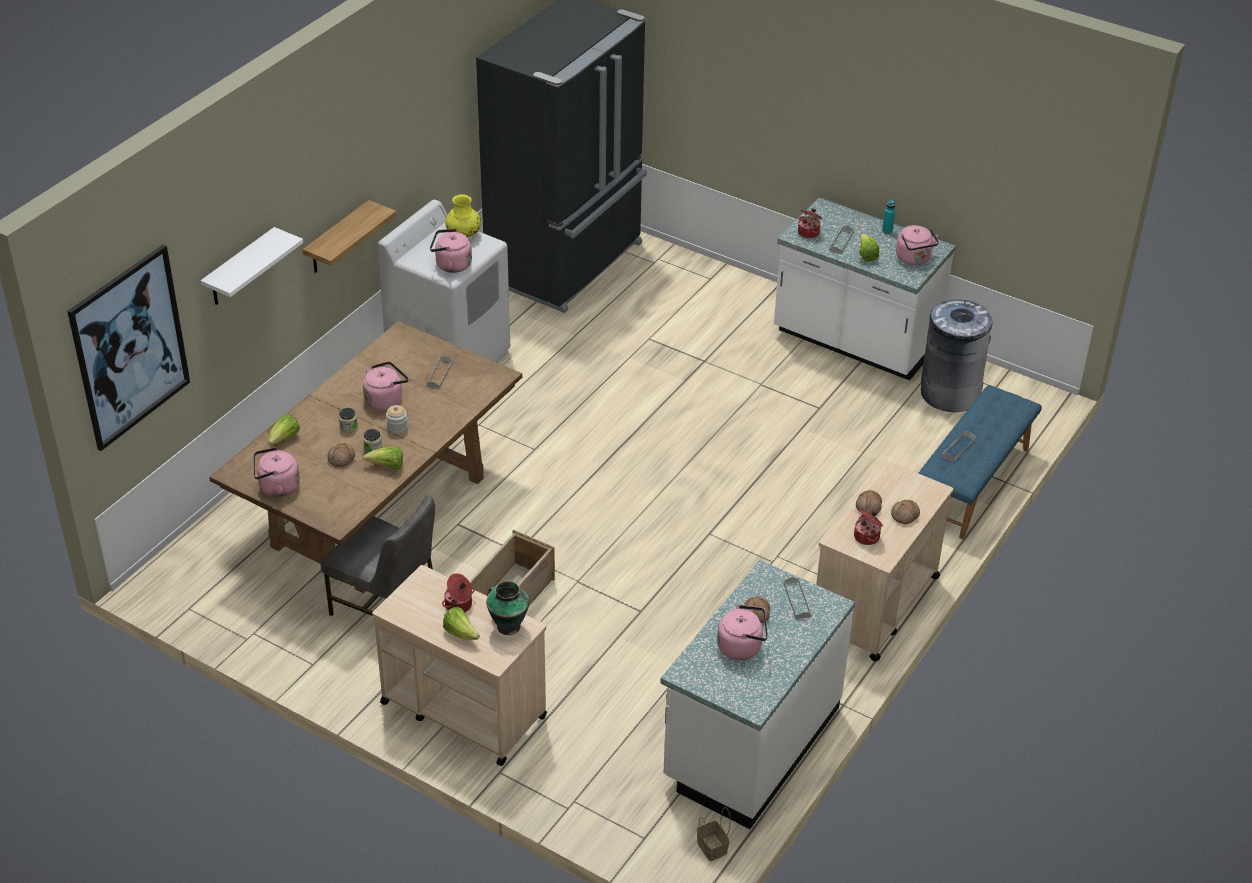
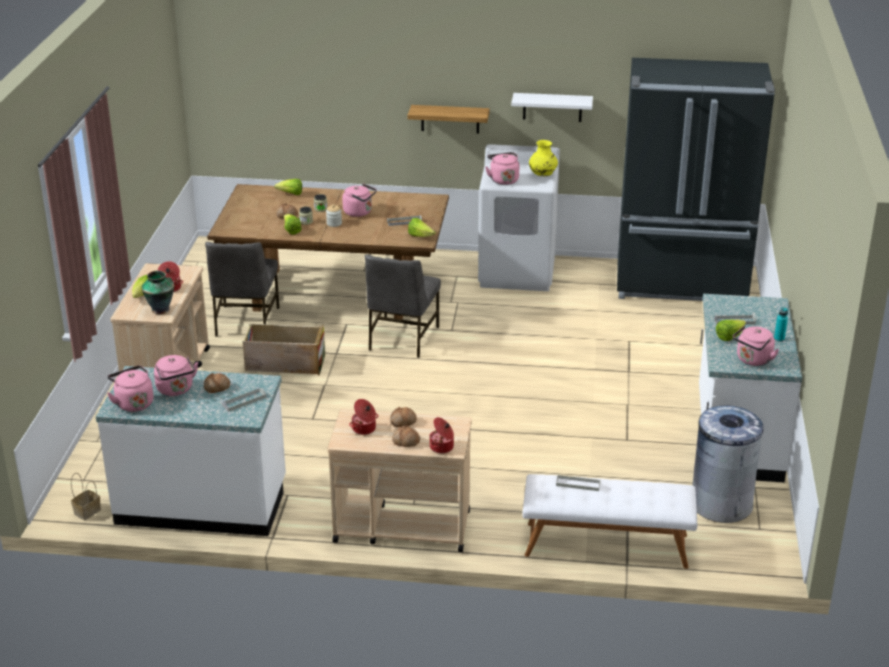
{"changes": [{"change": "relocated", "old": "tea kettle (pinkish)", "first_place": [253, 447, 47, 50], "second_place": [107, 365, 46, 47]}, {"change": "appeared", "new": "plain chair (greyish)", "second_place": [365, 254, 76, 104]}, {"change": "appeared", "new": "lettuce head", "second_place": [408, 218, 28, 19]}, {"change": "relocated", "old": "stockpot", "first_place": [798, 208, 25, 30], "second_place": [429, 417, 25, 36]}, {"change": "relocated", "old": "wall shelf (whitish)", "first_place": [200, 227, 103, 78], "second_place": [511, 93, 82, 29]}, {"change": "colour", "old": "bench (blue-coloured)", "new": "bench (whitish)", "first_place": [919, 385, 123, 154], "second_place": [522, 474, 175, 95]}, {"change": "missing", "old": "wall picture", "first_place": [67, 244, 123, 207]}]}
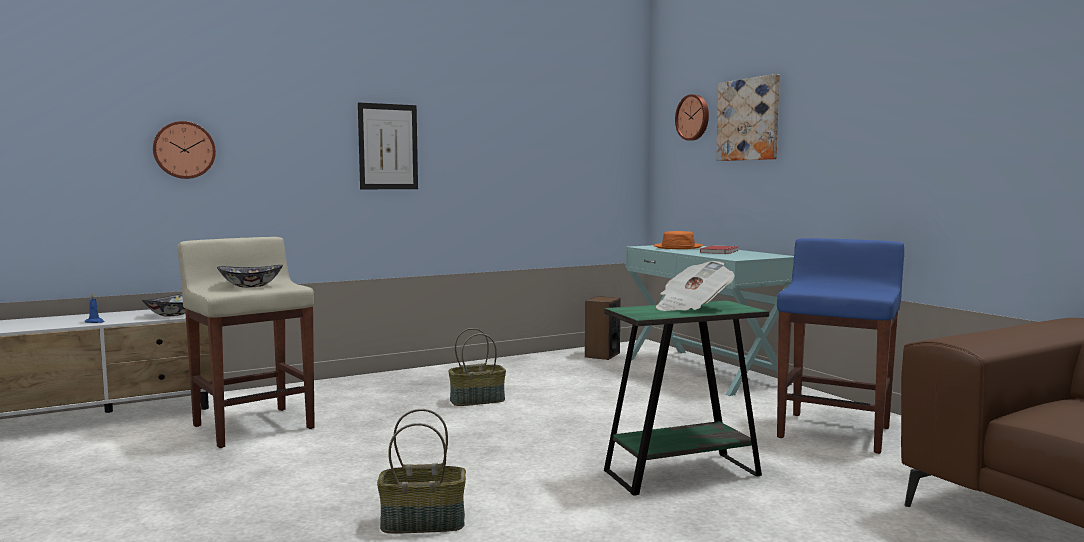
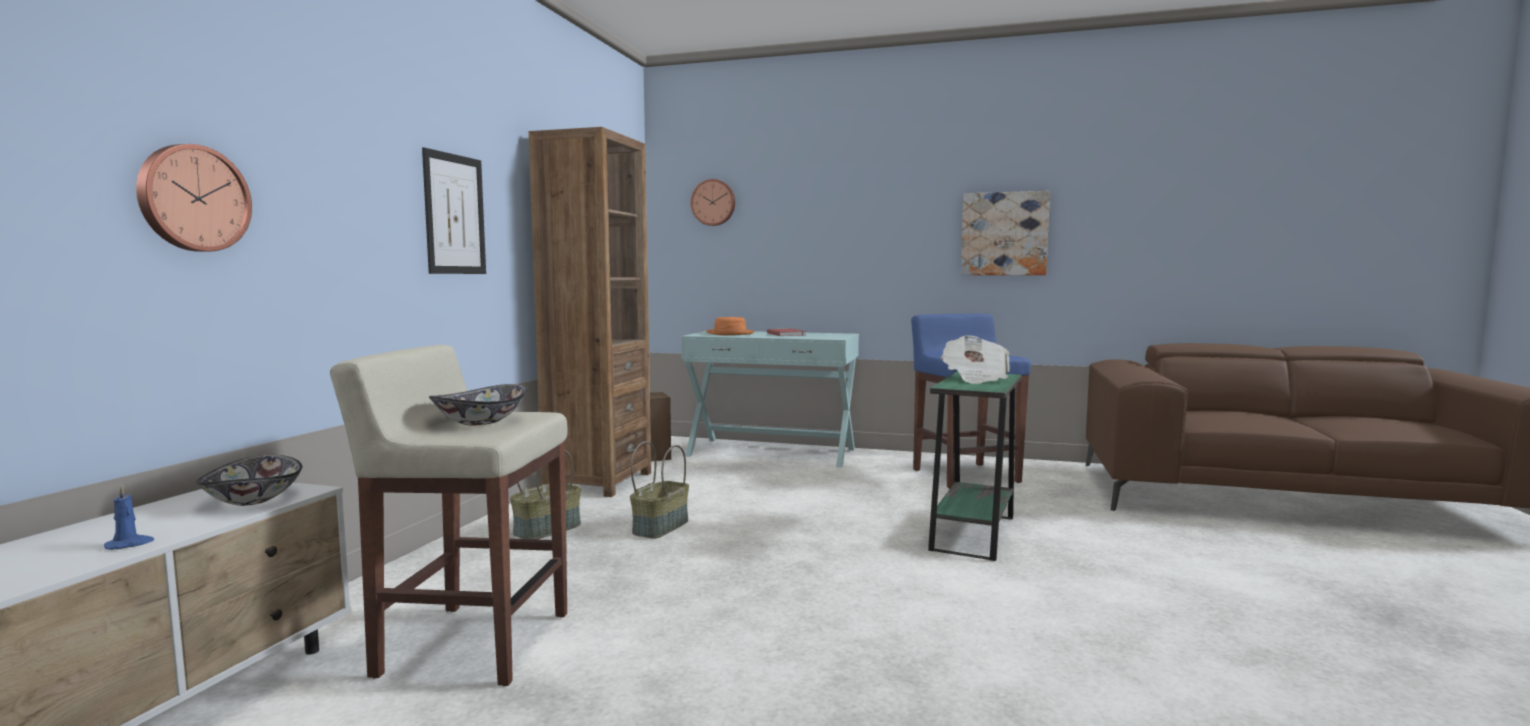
{"changes": [{"change": "relocated", "old": "storage basket", "first_place": [377, 409, 89, 124], "second_place": [510, 450, 71, 90]}, {"change": "appeared", "new": "bookshelf (brown-coloured)", "second_place": [529, 127, 122, 370]}, {"change": "relocated", "old": "wall picture", "first_place": [716, 74, 64, 87], "second_place": [961, 191, 89, 84]}]}
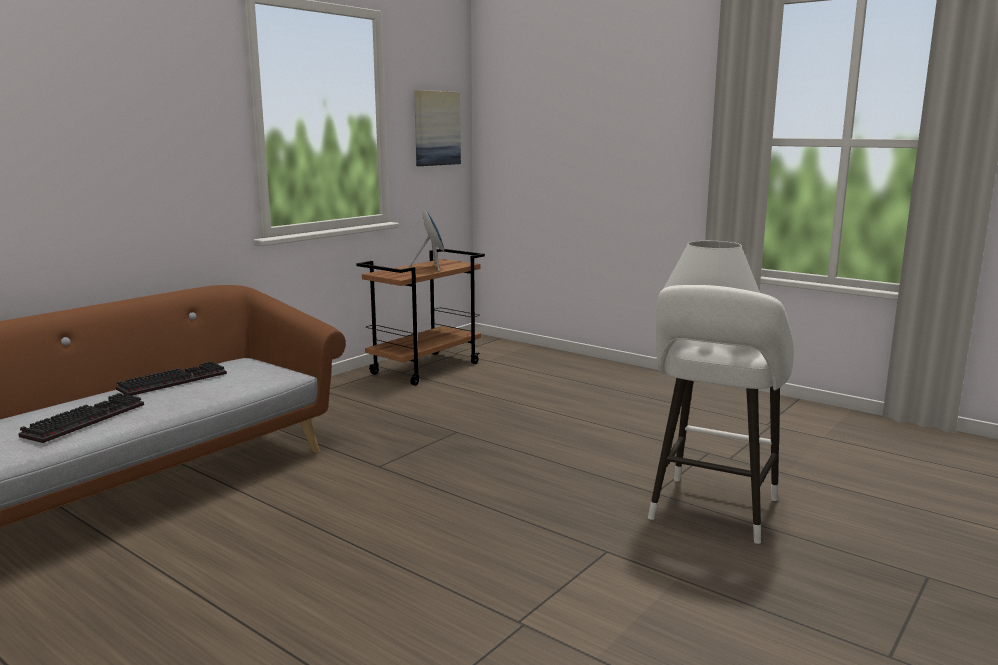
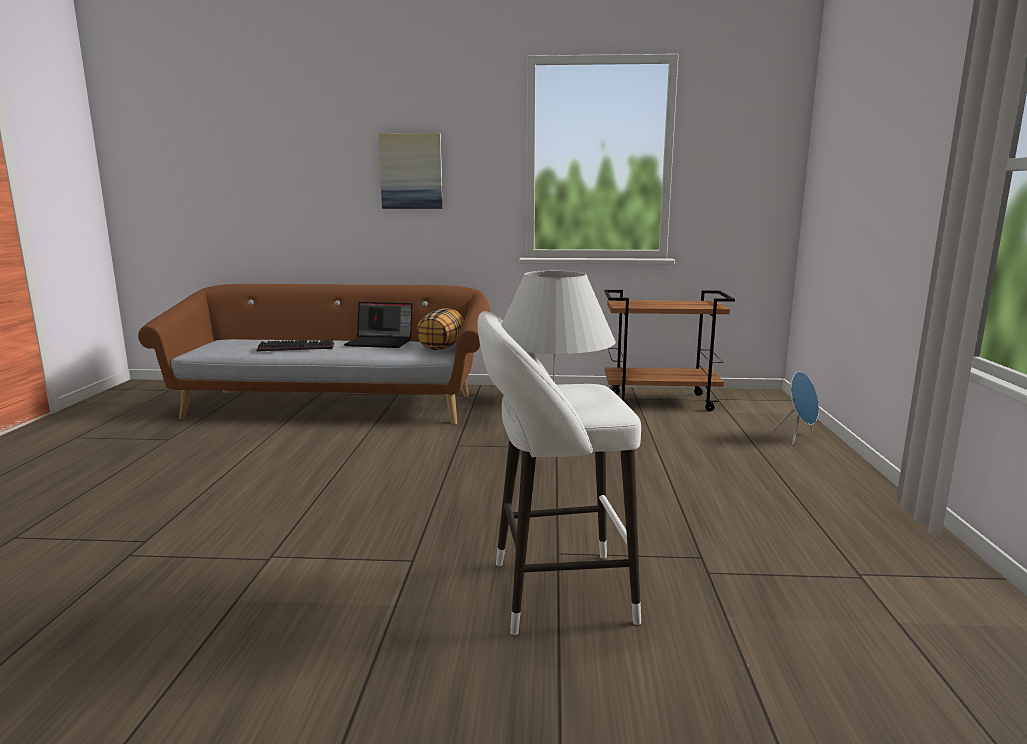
{"changes": [{"change": "exchanged", "old": "computer keyboard", "new": "notebook computer", "first_place": [116, 361, 111, 35], "second_place": [344, 302, 69, 46]}, {"change": "relocated", "old": "wall picture", "first_place": [414, 90, 47, 76], "second_place": [378, 133, 65, 76]}, {"change": "appeared", "new": "pillow", "second_place": [417, 308, 47, 42]}, {"change": "relocated", "old": "audio speaker (blue-coloured)", "first_place": [408, 208, 36, 63], "second_place": [772, 372, 47, 73]}]}
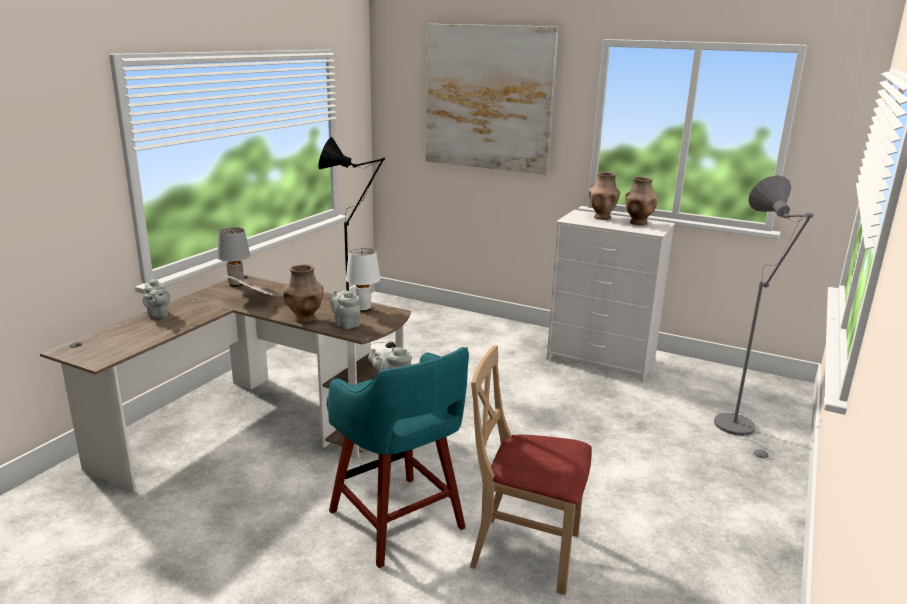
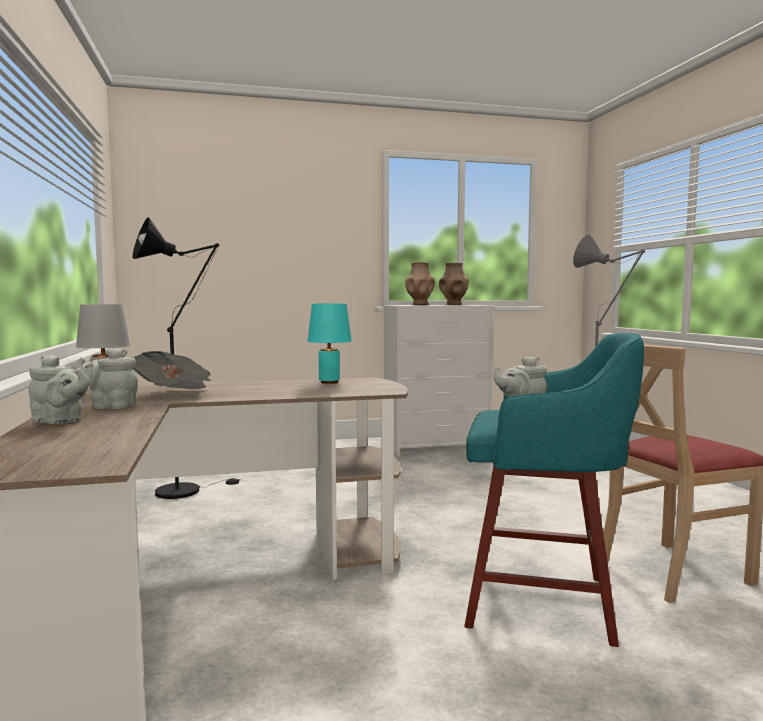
{"changes": [{"change": "relocated", "old": "tea pot (greyish)", "first_place": [330, 290, 31, 39], "second_place": [74, 348, 64, 61]}, {"change": "colour", "old": "tabletop lamp (whitish)", "new": "tabletop lamp (blue-green)", "first_place": [346, 248, 34, 64], "second_place": [308, 304, 44, 80]}, {"change": "missing", "old": "vase (brown-coloured)", "first_place": [283, 264, 40, 60]}, {"change": "missing", "old": "wall picture", "first_place": [426, 24, 133, 151]}]}
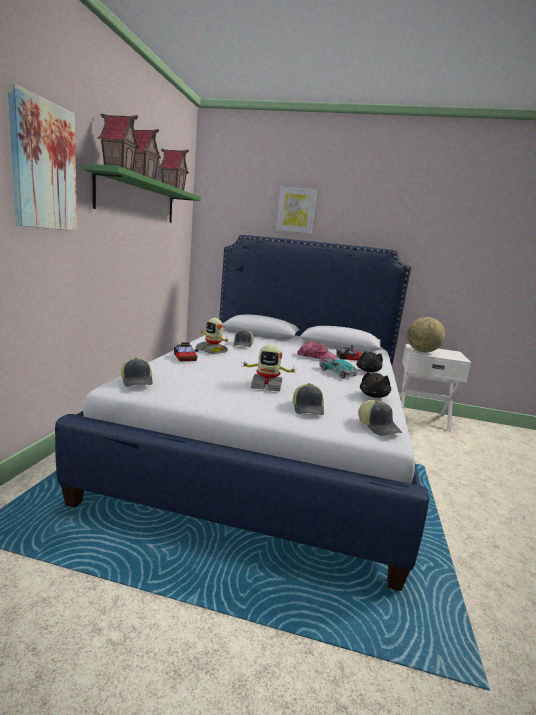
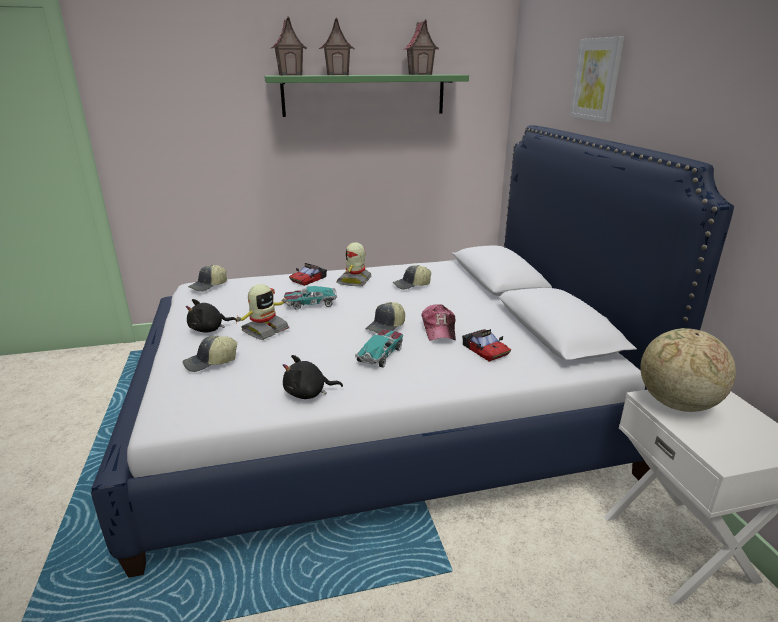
{"changes": [{"change": "relocated", "old": "soft toy (black-coloured)", "first_place": [357, 351, 26, 21], "second_place": [186, 299, 51, 33]}, {"change": "spun", "old": "toy robot", "first_place": [241, 345, 55, 47], "second_place": [233, 284, 56, 56], "degrees": -120}, {"change": "appeared", "new": "model car", "second_place": [284, 286, 53, 24]}, {"change": "relocated", "old": "baseball cap", "first_place": [359, 400, 43, 36], "second_place": [365, 302, 40, 31]}, {"change": "missing", "old": "wall picture", "first_place": [7, 83, 70, 148]}]}
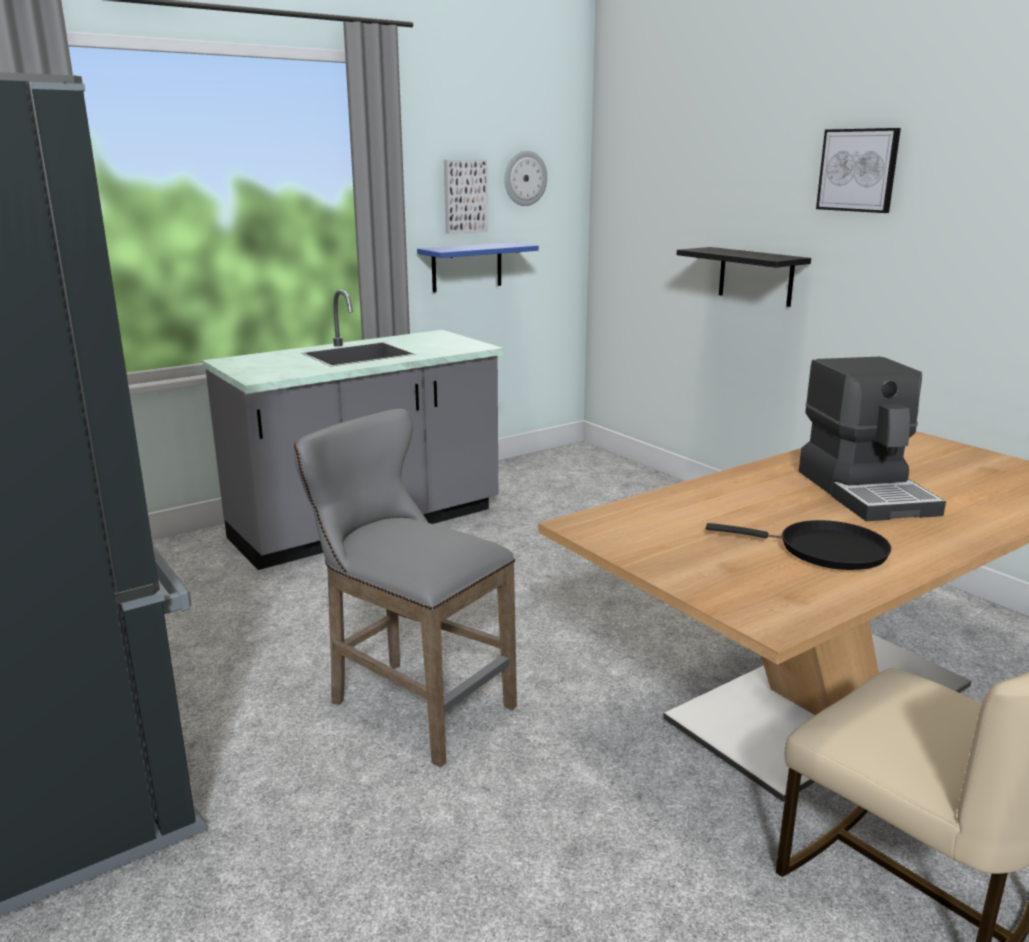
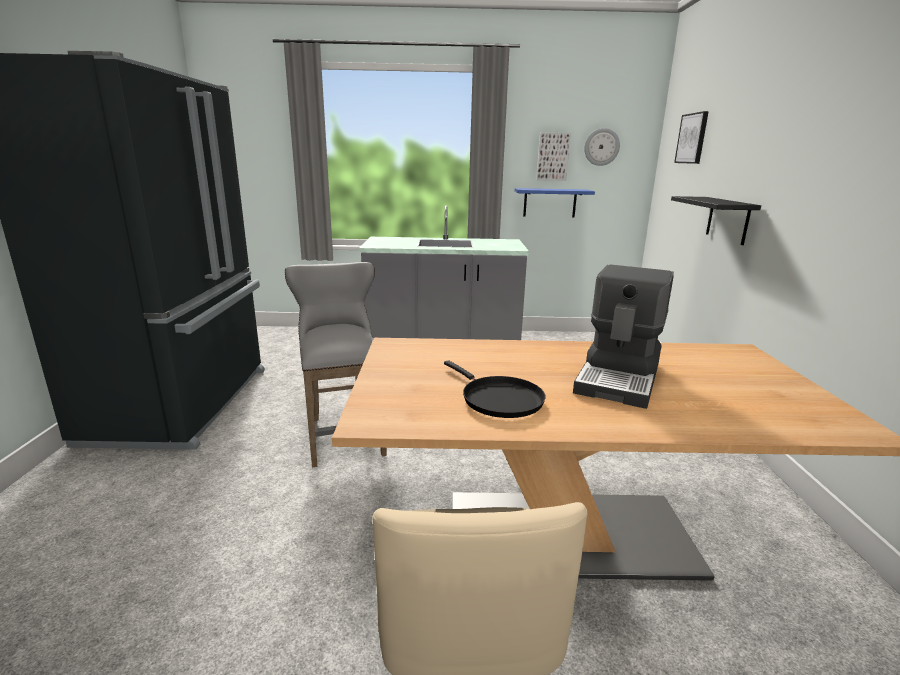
{"changes": [{"change": "relocated", "old": "wall picture", "first_place": [816, 128, 85, 85], "second_place": [674, 111, 35, 53]}]}
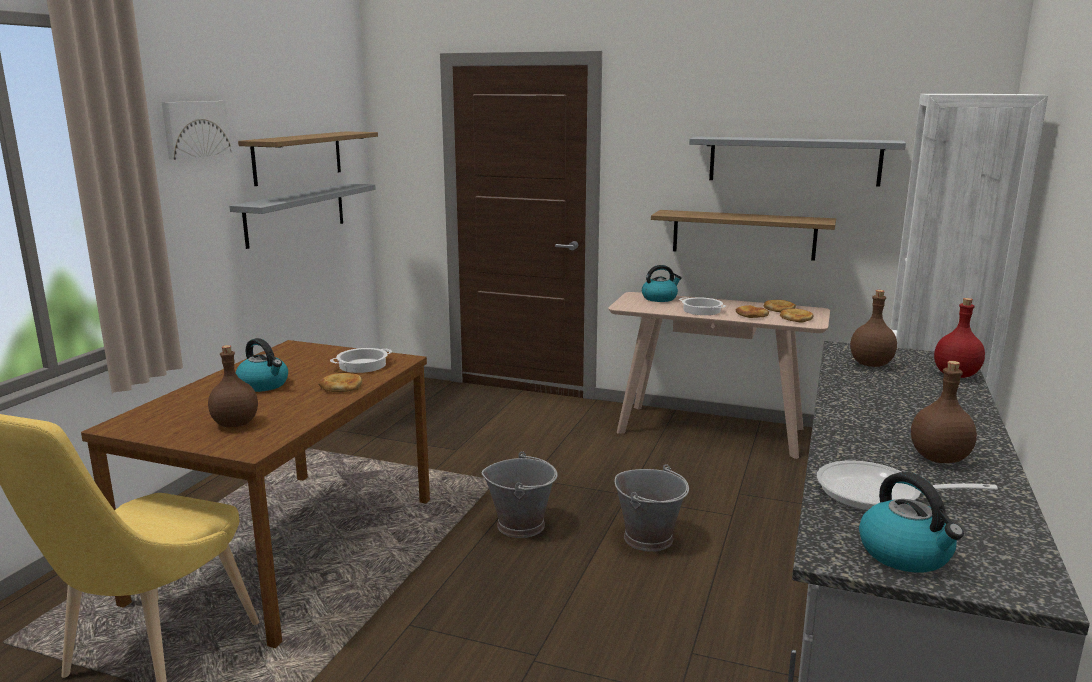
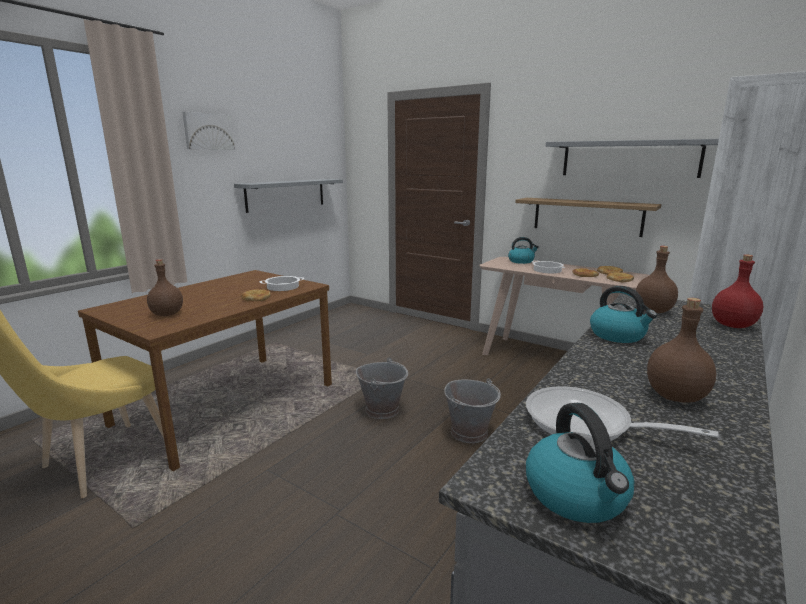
{"changes": [{"change": "relocated", "old": "tea kettle", "first_place": [236, 338, 52, 54], "second_place": [590, 286, 67, 57]}, {"change": "missing", "old": "wall shelf", "first_place": [238, 131, 140, 55]}]}
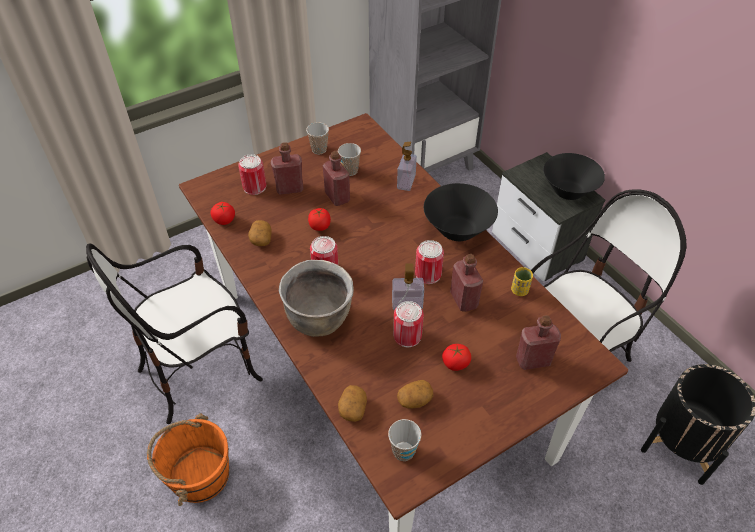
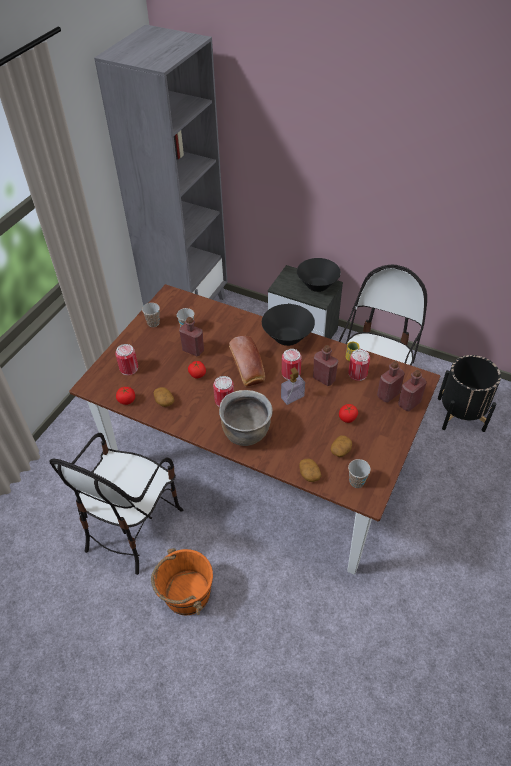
{"changes": [{"change": "appeared", "new": "bread", "second_place": [229, 336, 36, 51]}, {"change": "relocated", "old": "sealed can", "first_place": [393, 301, 31, 46], "second_place": [348, 349, 22, 32]}, {"change": "relocated", "old": "beverage bottle (reddish)", "first_place": [271, 142, 32, 53], "second_place": [398, 370, 29, 41]}, {"change": "missing", "old": "soap bottle", "first_place": [397, 142, 20, 49]}]}
